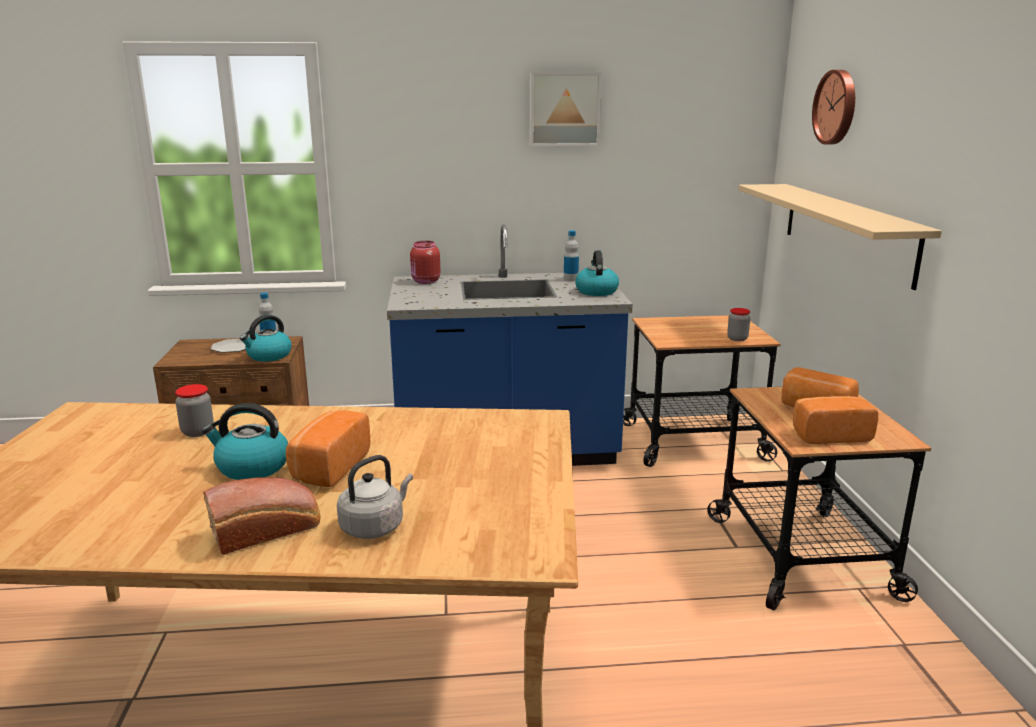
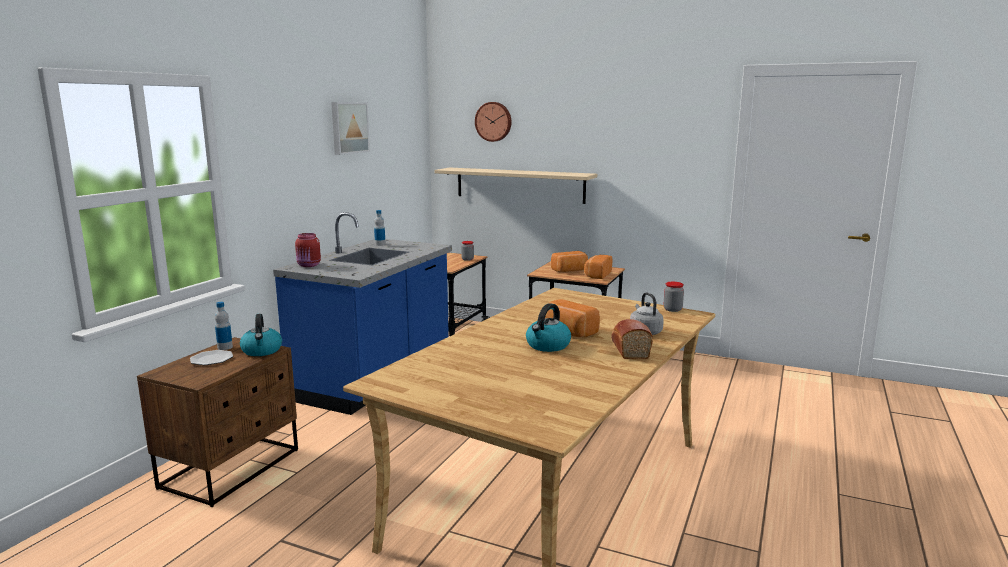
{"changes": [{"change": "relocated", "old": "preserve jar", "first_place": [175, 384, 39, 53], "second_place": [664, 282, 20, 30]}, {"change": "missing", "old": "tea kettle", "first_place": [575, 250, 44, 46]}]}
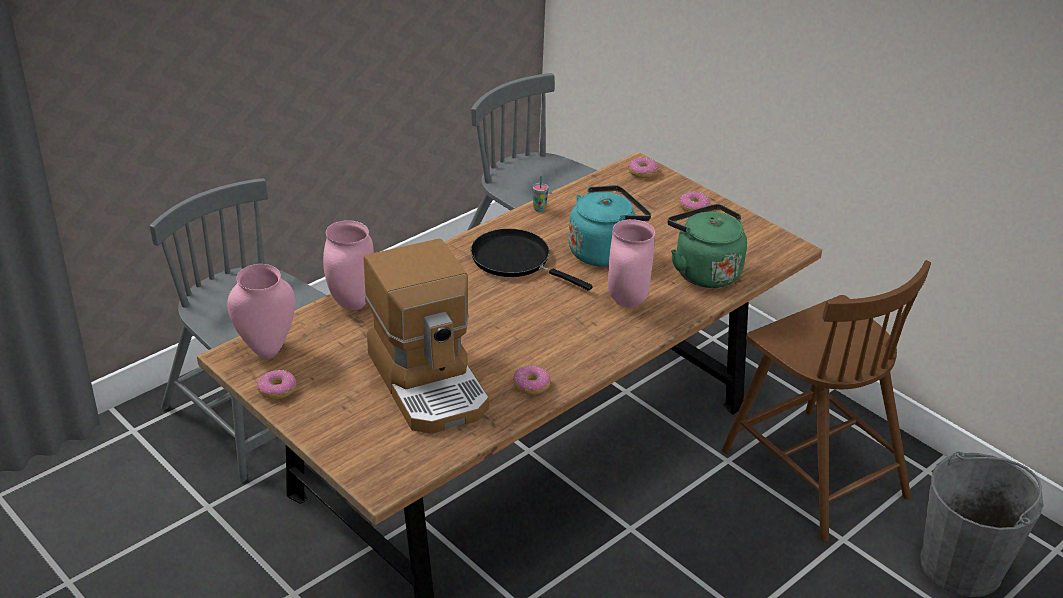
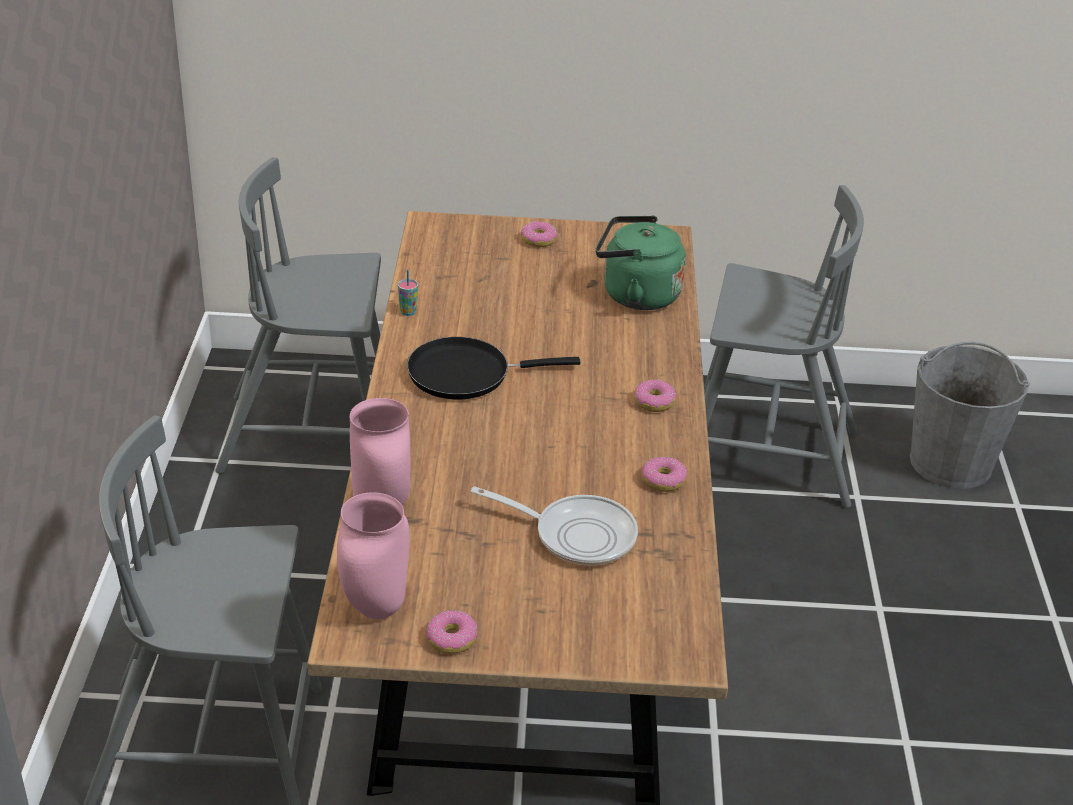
{"changes": [{"change": "exchanged", "old": "coffee maker", "new": "pan", "first_place": [364, 239, 125, 195], "second_place": [471, 486, 167, 80]}, {"change": "relocated", "old": "doughnut", "first_place": [628, 157, 30, 21], "second_place": [634, 379, 42, 33]}, {"change": "colour", "old": "plain chair (brown-coloured)", "new": "plain chair (greyish)", "first_place": [722, 260, 209, 282], "second_place": [704, 185, 160, 323]}, {"change": "missing", "old": "tea kettle (blue-green)", "first_place": [568, 185, 83, 82]}, {"change": "missing", "old": "vase (pinkish)", "first_place": [608, 219, 47, 89]}]}
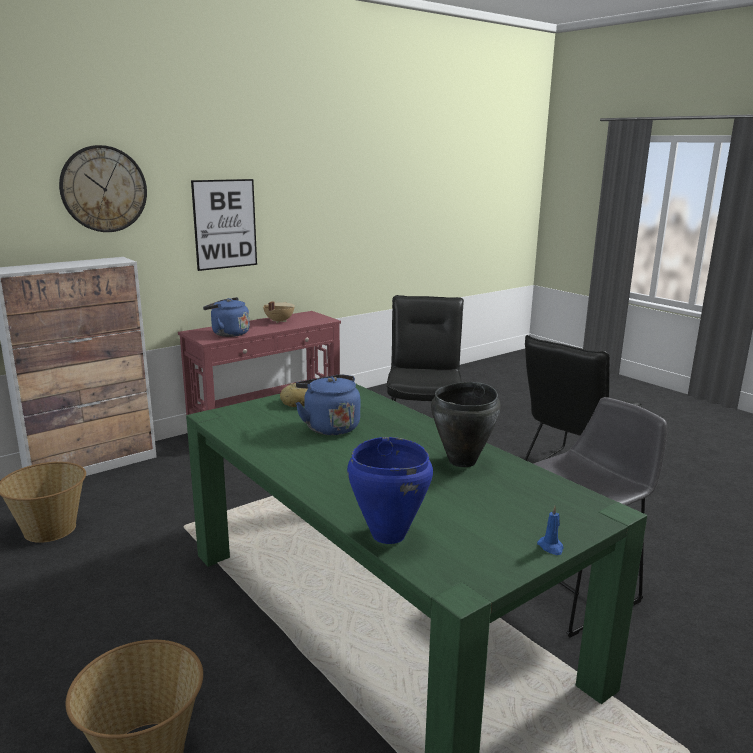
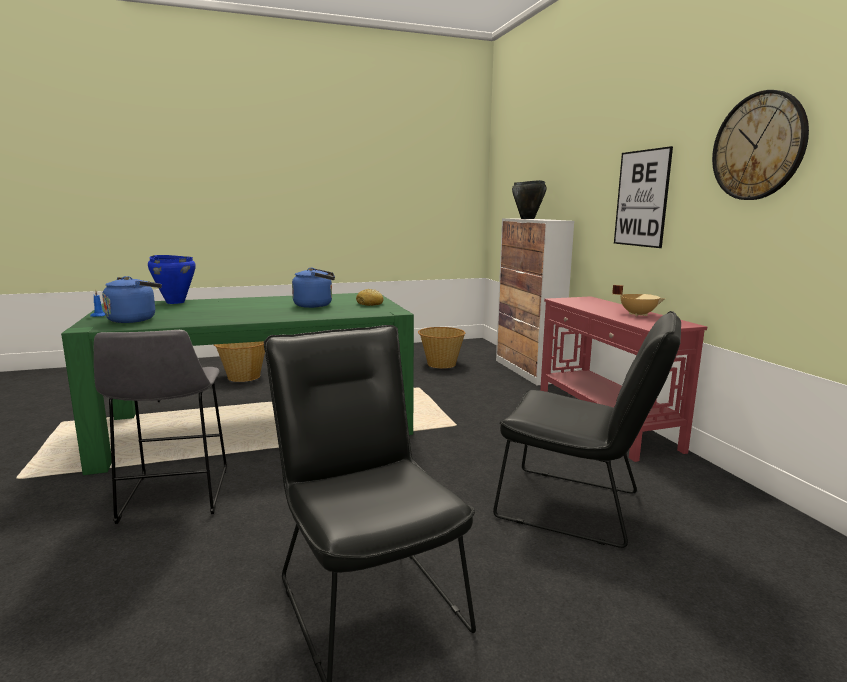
{"changes": [{"change": "relocated", "old": "tea kettle (blue-coloured)", "first_place": [203, 297, 47, 40], "second_place": [102, 276, 60, 47]}, {"change": "relocated", "old": "stockpot (black-coloured)", "first_place": [431, 382, 70, 85], "second_place": [512, 180, 35, 39]}, {"change": "relocated", "old": "hanging clock", "first_place": [59, 145, 88, 87], "second_place": [712, 90, 97, 110]}]}
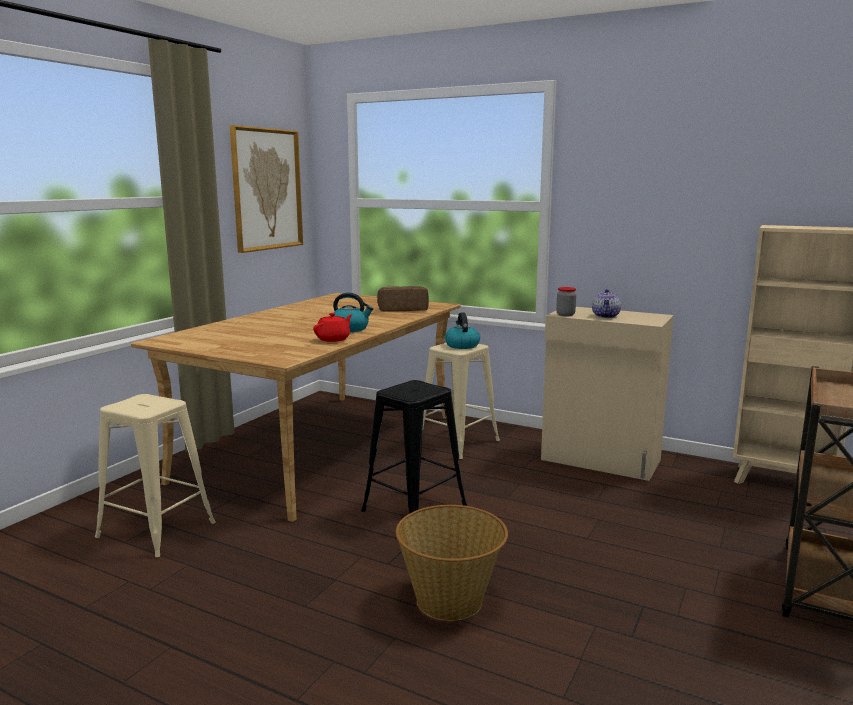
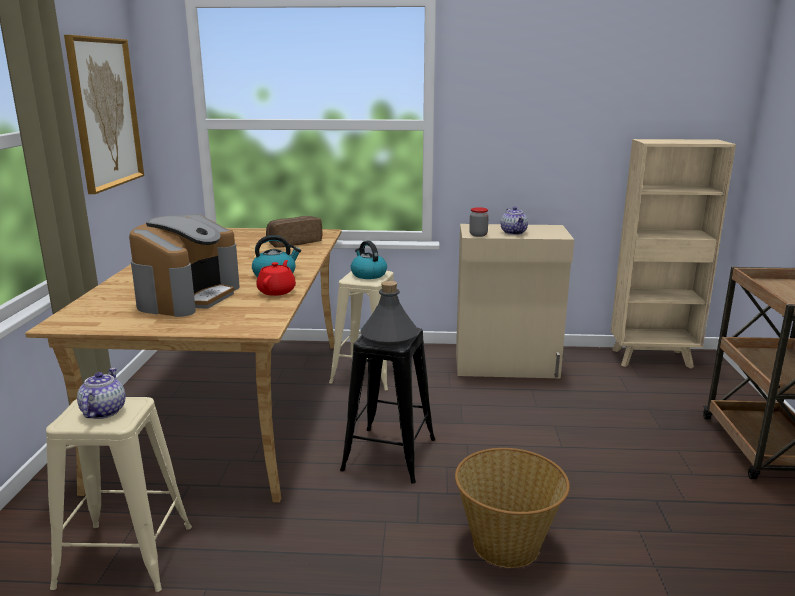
{"changes": [{"change": "appeared", "new": "tea pot", "second_place": [77, 368, 48, 51]}, {"change": "appeared", "new": "coffee maker", "second_place": [129, 214, 111, 103]}, {"change": "appeared", "new": "beverage bottle (greyish)", "second_place": [360, 281, 58, 65]}]}
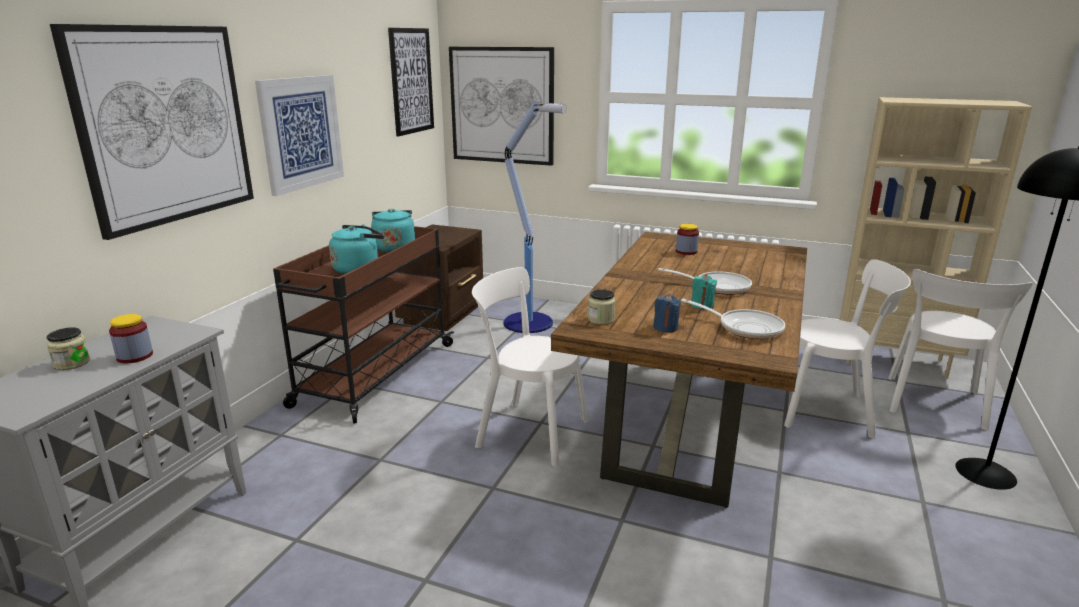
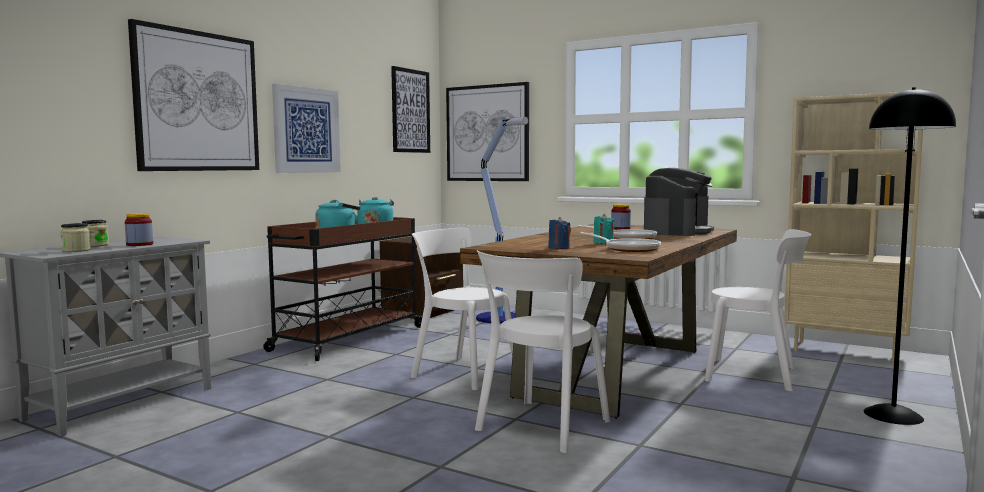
{"changes": [{"change": "relocated", "old": "preserve jar", "first_place": [588, 289, 27, 36], "second_place": [60, 223, 31, 29]}, {"change": "relocated", "old": "plain chair (whitish)", "first_place": [888, 269, 145, 162], "second_place": [475, 250, 135, 203]}, {"change": "appeared", "new": "coffee maker", "second_place": [644, 168, 70, 68]}]}
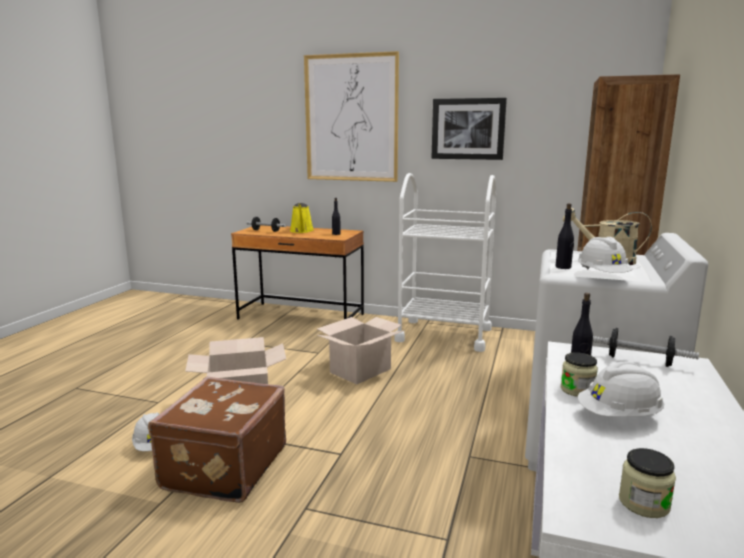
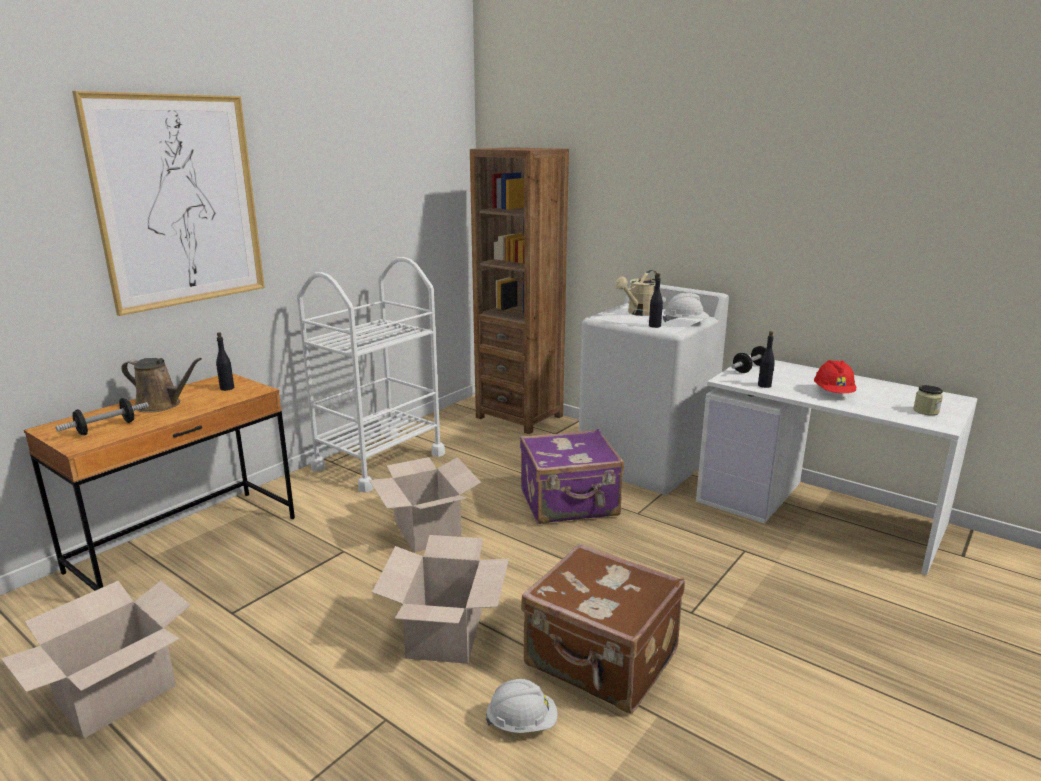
{"changes": [{"change": "appeared", "new": "carton", "second_place": [1, 581, 190, 157]}, {"change": "colour", "old": "watering can (yellow)", "new": "watering can (brown-coloured)", "first_place": [290, 203, 24, 30], "second_place": [122, 358, 80, 55]}, {"change": "appeared", "new": "piece of luggage (purple-coloured)", "second_place": [520, 429, 104, 95]}, {"change": "colour", "old": "work helmet (whitish)", "new": "work helmet (reddish)", "first_place": [577, 362, 88, 55], "second_place": [814, 360, 42, 33]}, {"change": "missing", "old": "wall picture", "first_place": [432, 98, 75, 62]}, {"change": "missing", "old": "preserve jar", "first_place": [561, 352, 37, 45]}]}
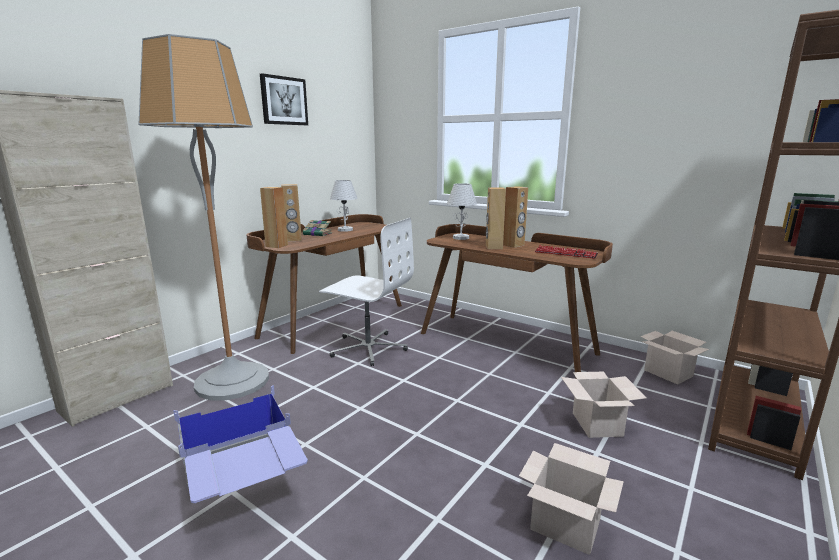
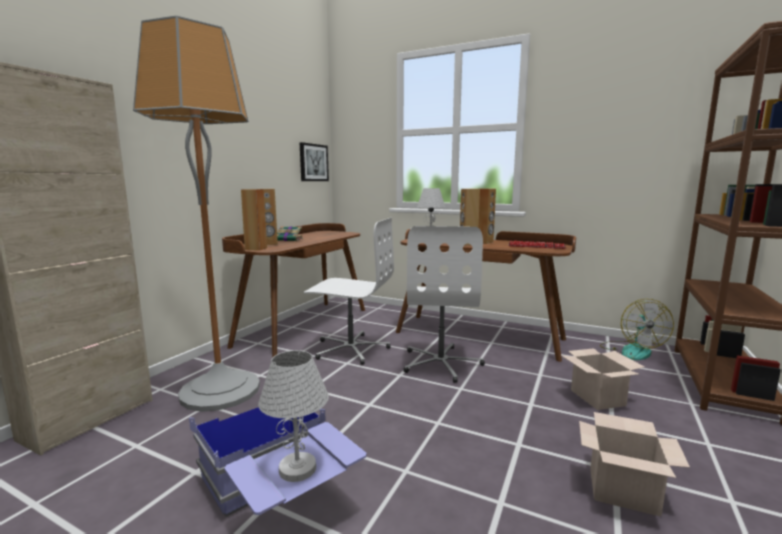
{"changes": [{"change": "relocated", "old": "tabletop lamp (whitish)", "first_place": [330, 180, 28, 52], "second_place": [258, 350, 71, 132]}, {"change": "relocated", "old": "wall picture", "first_place": [260, 73, 48, 52], "second_place": [300, 142, 29, 39]}, {"change": "appeared", "new": "computer chair (whitish)", "second_place": [404, 226, 81, 157]}, {"change": "exchanged", "old": "carton", "new": "fan", "first_place": [640, 331, 69, 54], "second_place": [600, 299, 74, 61]}]}
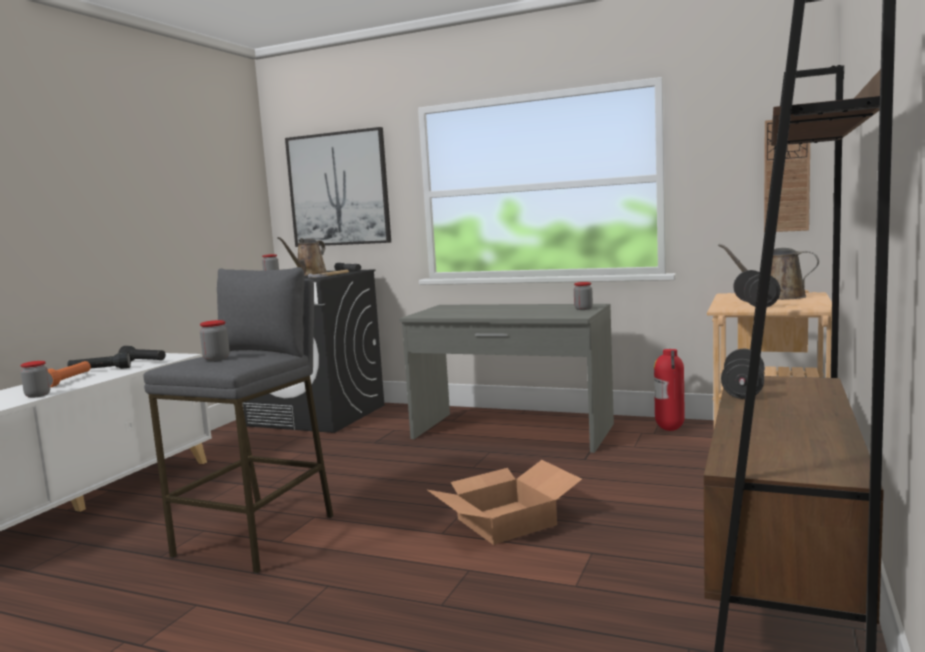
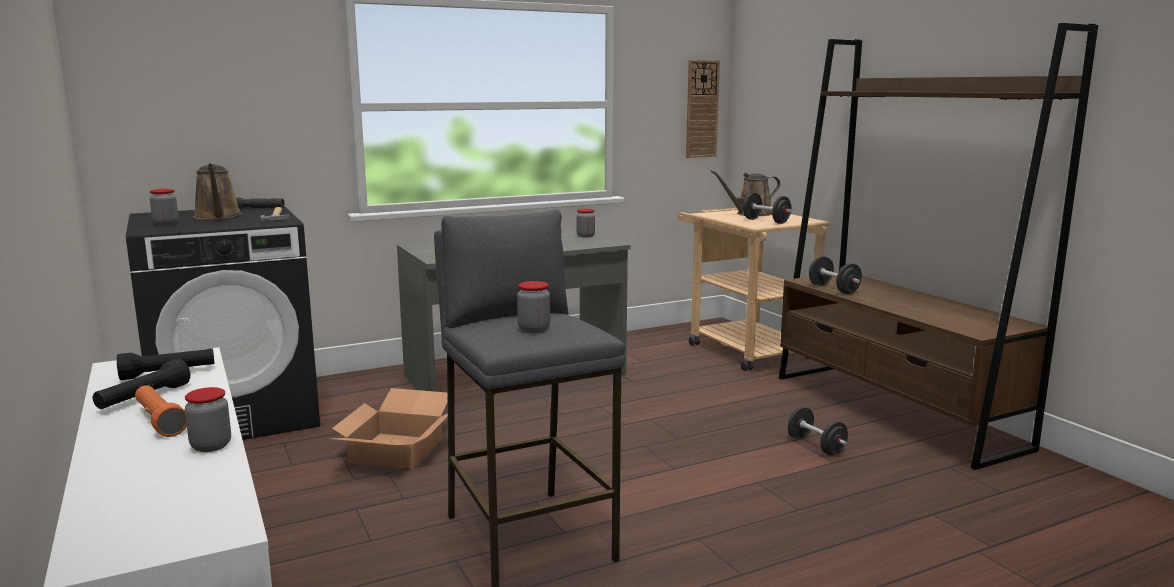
{"changes": [{"change": "relocated", "old": "carton", "first_place": [426, 460, 156, 85], "second_place": [328, 388, 120, 81]}, {"change": "appeared", "new": "free weight (black-coloured)", "second_place": [787, 407, 61, 49]}, {"change": "missing", "old": "wall picture", "first_place": [285, 127, 106, 120]}, {"change": "missing", "old": "fire-fighting cylinder", "first_place": [654, 349, 31, 82]}]}
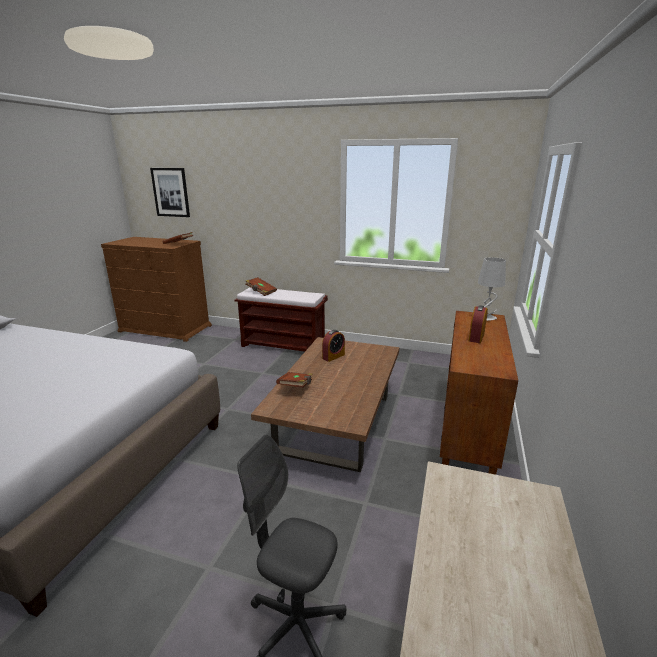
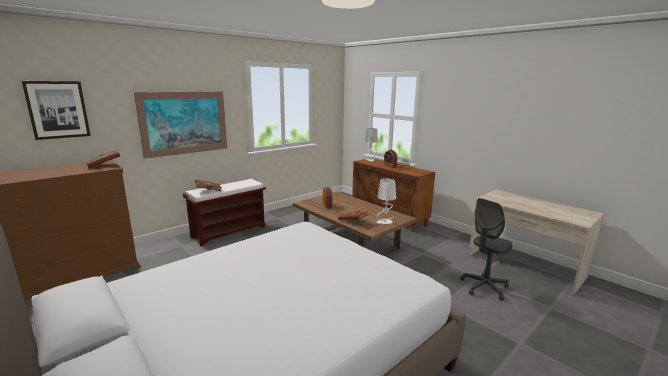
{"changes": [{"change": "appeared", "new": "wall picture", "second_place": [134, 91, 93, 68]}, {"change": "appeared", "new": "tabletop lamp (whitish)", "second_place": [376, 179, 20, 45]}]}
